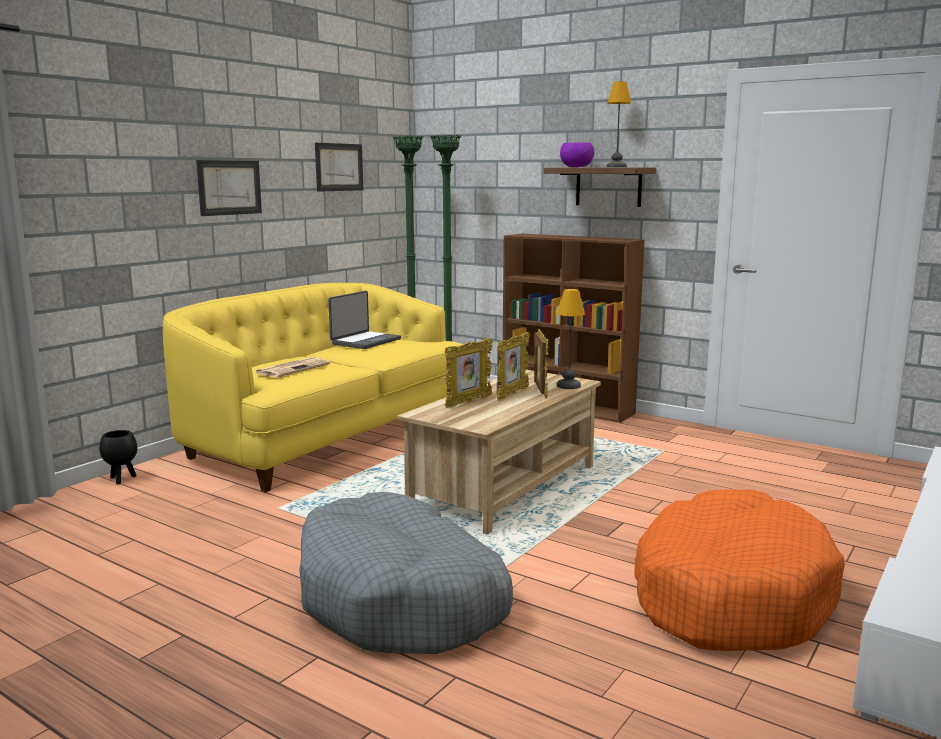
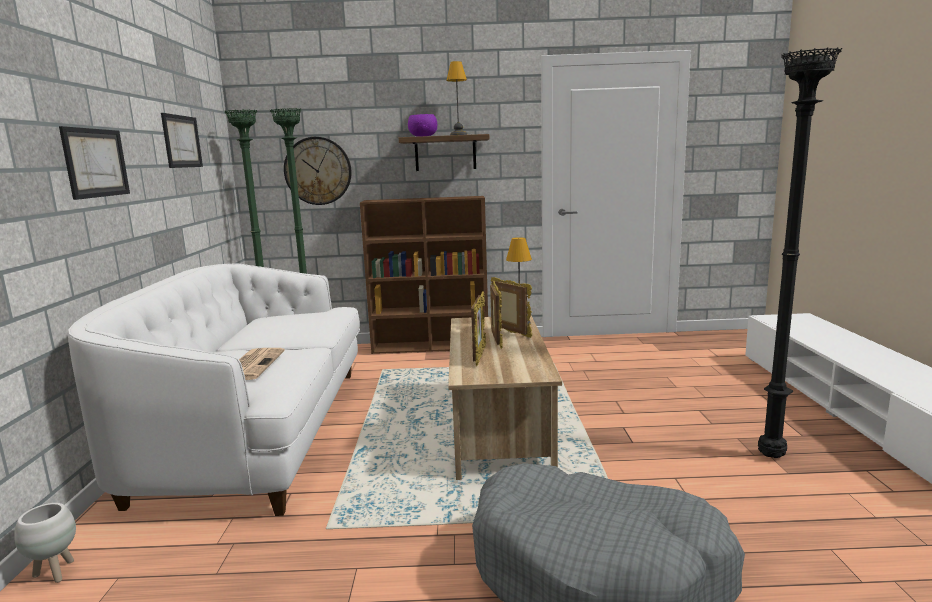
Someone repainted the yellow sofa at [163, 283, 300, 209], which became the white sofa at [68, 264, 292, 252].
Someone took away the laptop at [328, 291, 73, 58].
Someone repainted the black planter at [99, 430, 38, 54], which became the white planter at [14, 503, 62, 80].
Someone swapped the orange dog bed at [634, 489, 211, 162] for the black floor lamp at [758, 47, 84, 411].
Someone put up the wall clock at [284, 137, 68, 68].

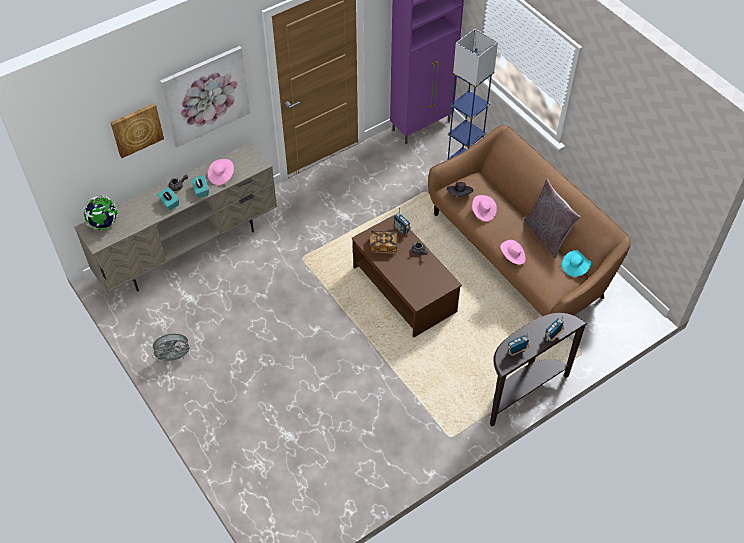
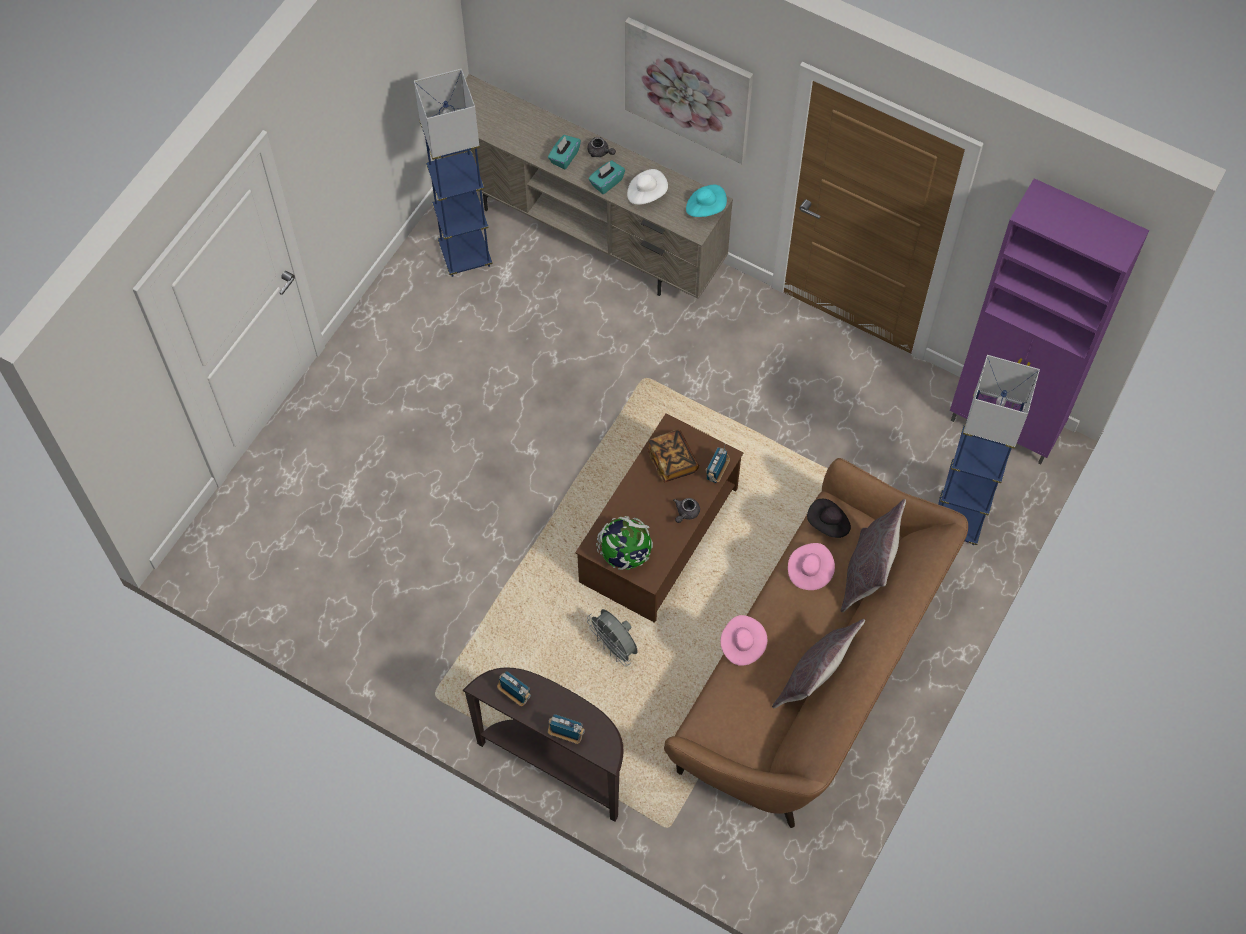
Someone took away the picture at [110, 103, 54, 55].
Someone repainted the pink hat at [208, 159, 26, 26], which became the white hat at [627, 169, 41, 36].
Someone carried the globe from [84, 195, 34, 35] to [596, 516, 57, 54].
Someone carried the turquoise hat from [562, 250, 29, 27] to [686, 185, 41, 32].
Someone carried the grey fan from [151, 334, 41, 30] to [587, 609, 51, 57].
Someone put down the blue floor lamp at [414, 69, 79, 208].
Someone put down the grey pillow at [841, 499, 65, 113].

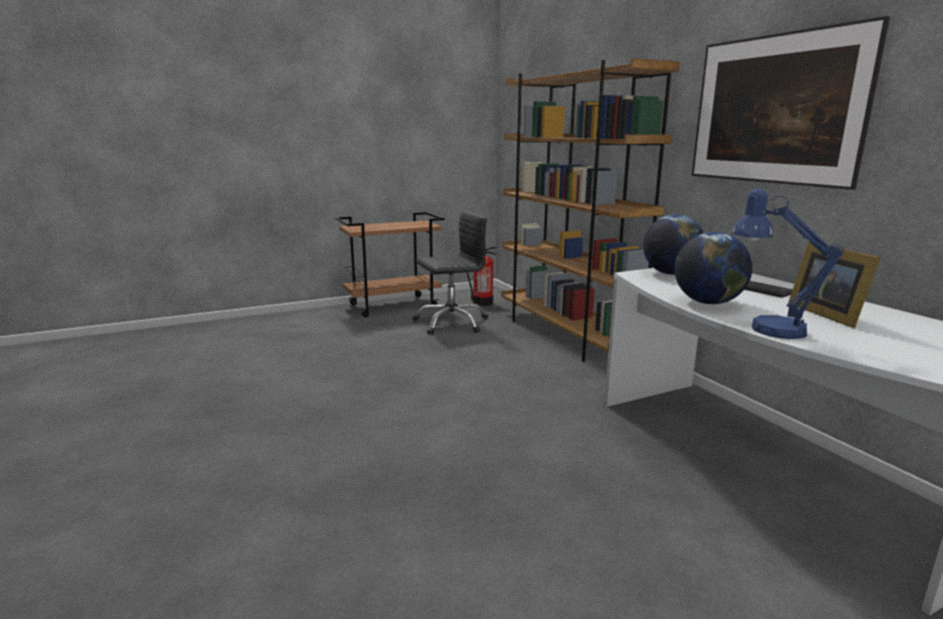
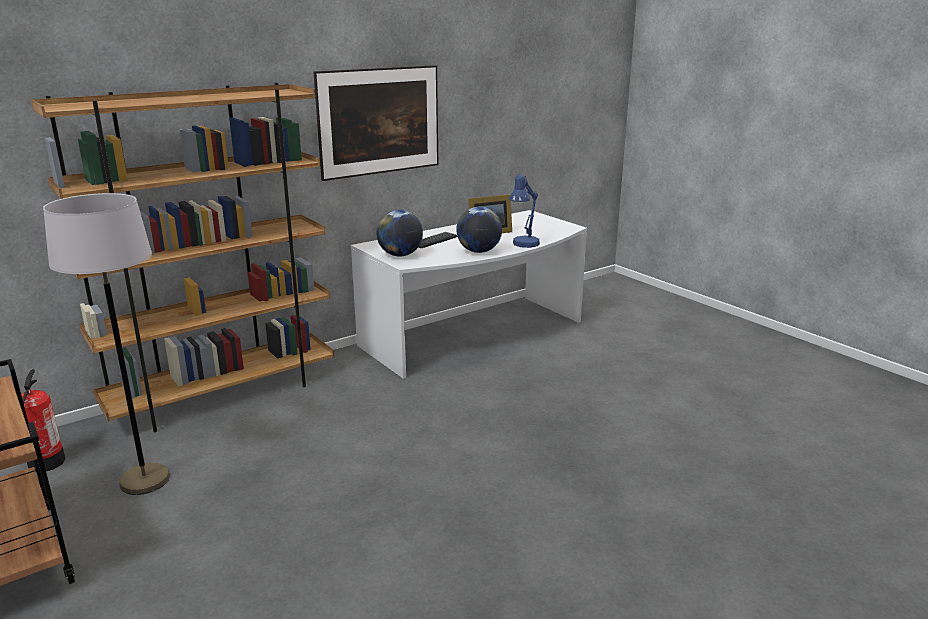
Someone swapped the black office chair at [413, 211, 75, 124] for the grey floor lamp at [43, 193, 127, 302].

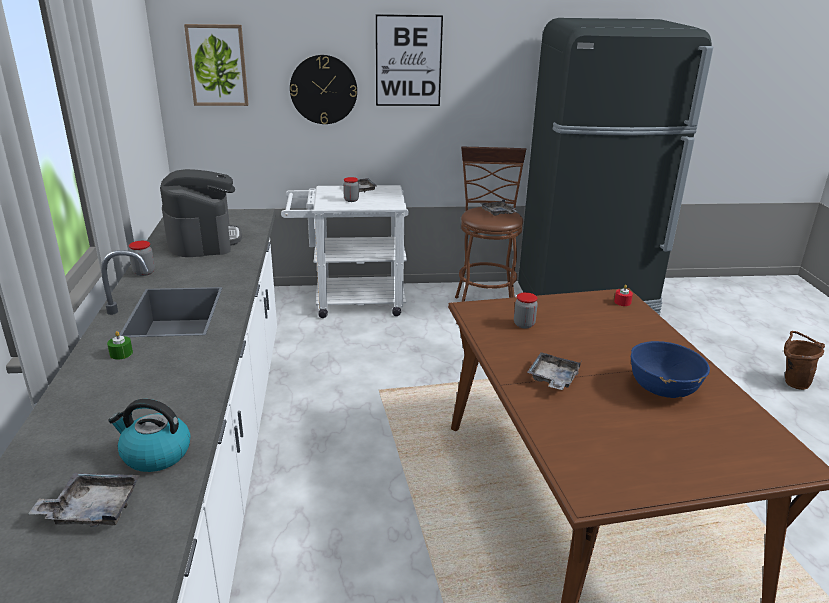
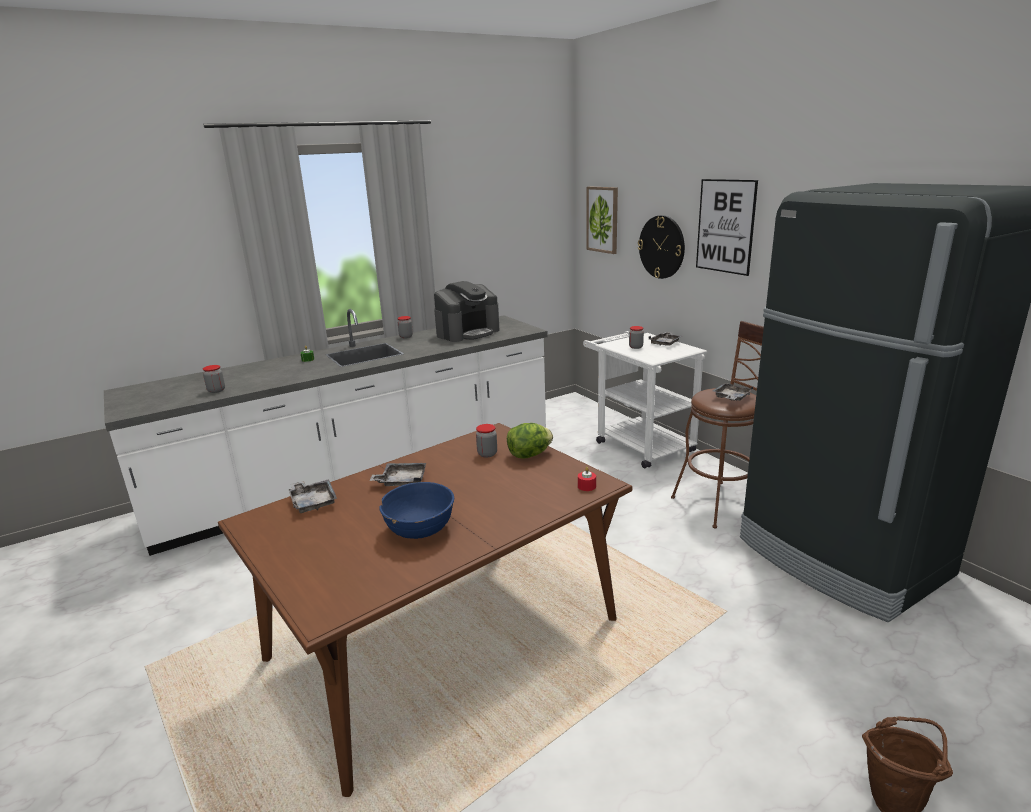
Someone swapped the kettle at [109, 399, 81, 73] for the jar at [203, 365, 22, 28].
Someone carried the grey tray from [28, 473, 112, 54] to [289, 479, 48, 34].
Someone put down the lettuce at [507, 423, 46, 36].

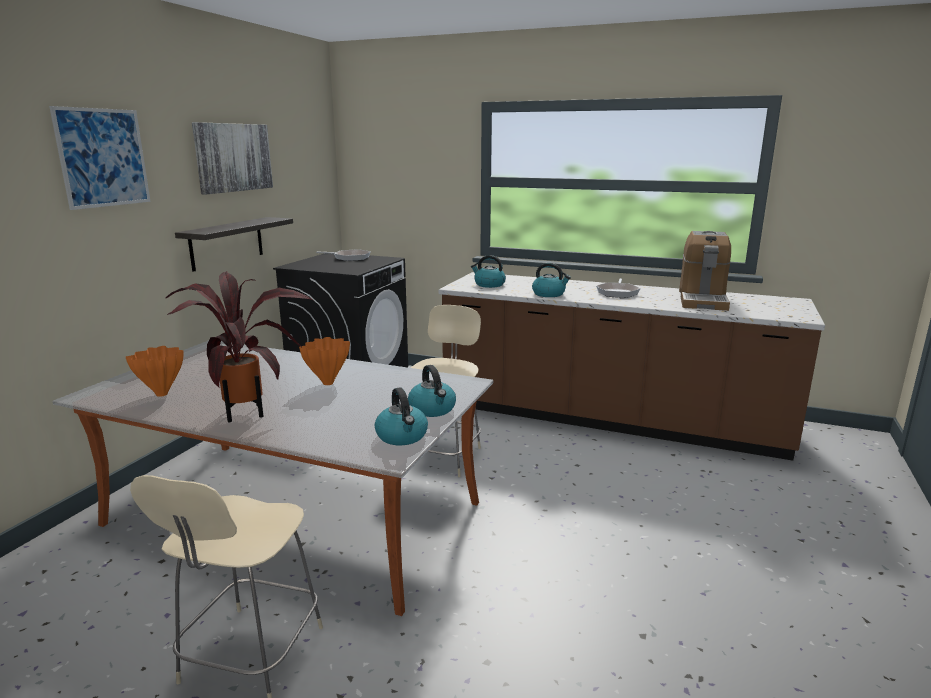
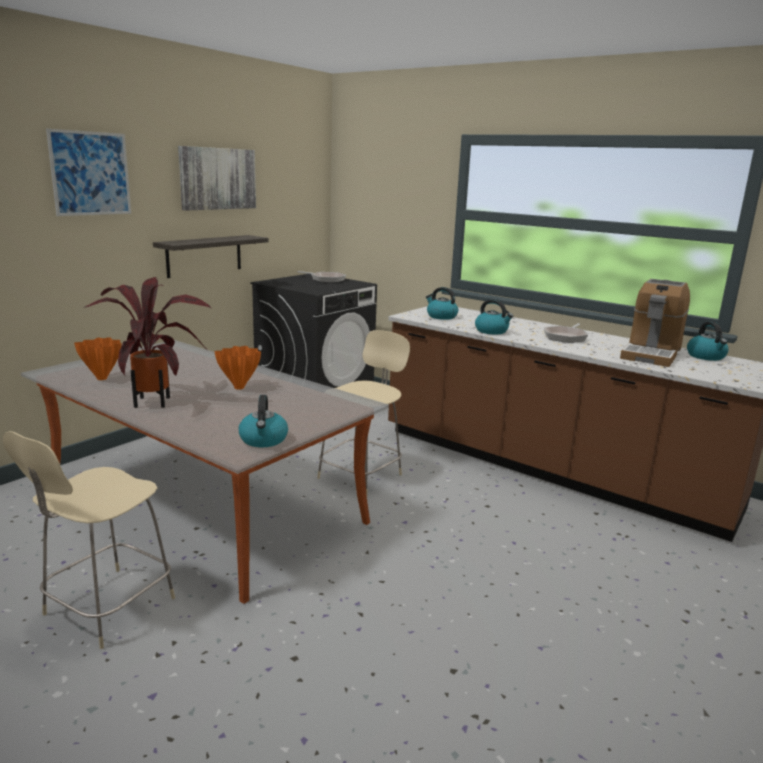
Someone carried the kettle from [408, 365, 48, 52] to [687, 321, 42, 40].

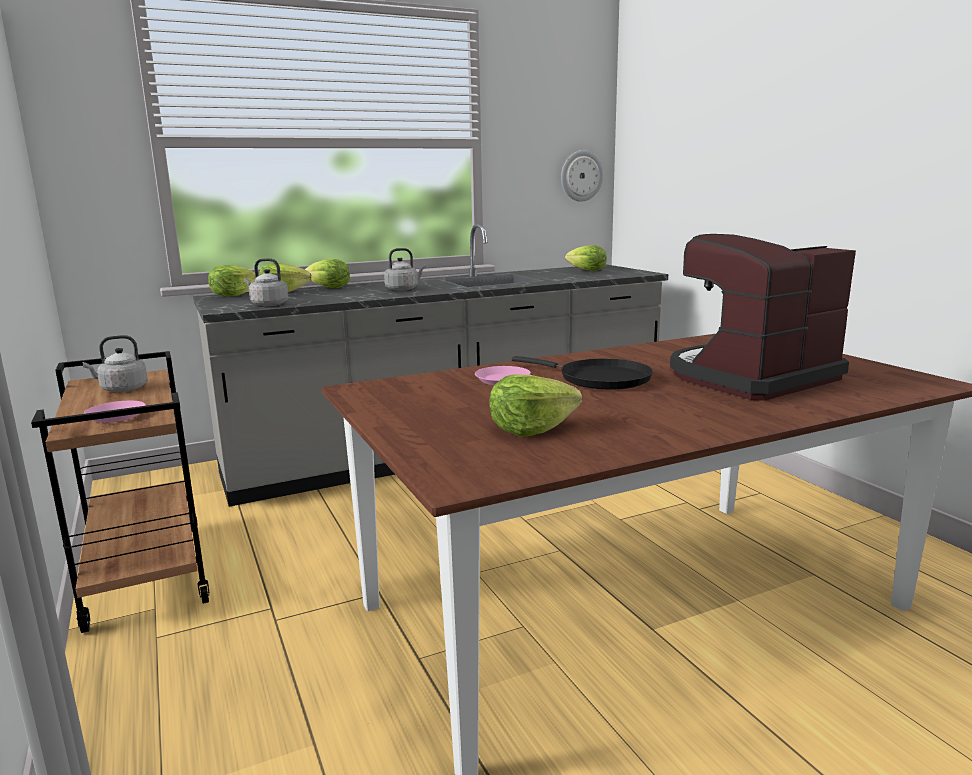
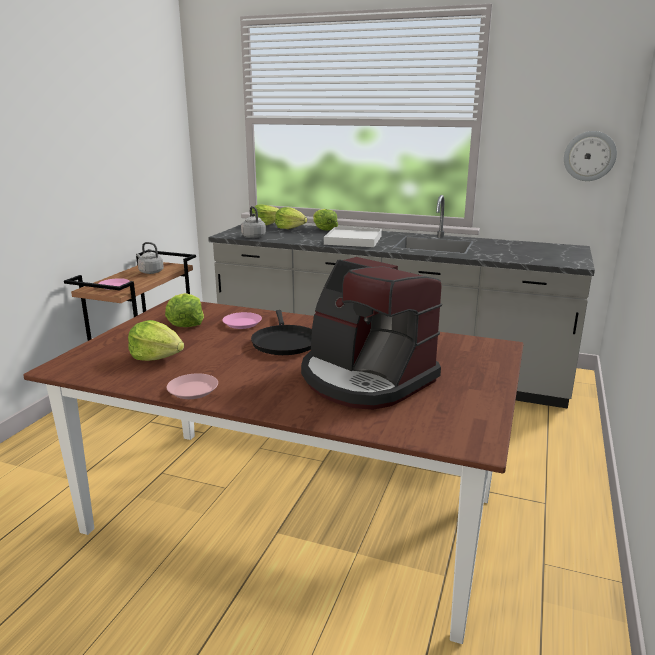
Someone rotated the coffee machine at [670, 234, 186, 167] by 150 degrees counterclockwise.
Someone carried the lettuce from [565, 245, 42, 26] to [165, 293, 39, 34].
Someone swapped the grey kettle at [384, 248, 42, 43] for the white tray at [324, 227, 58, 20].
Someone put down the pink plate at [167, 374, 51, 25].

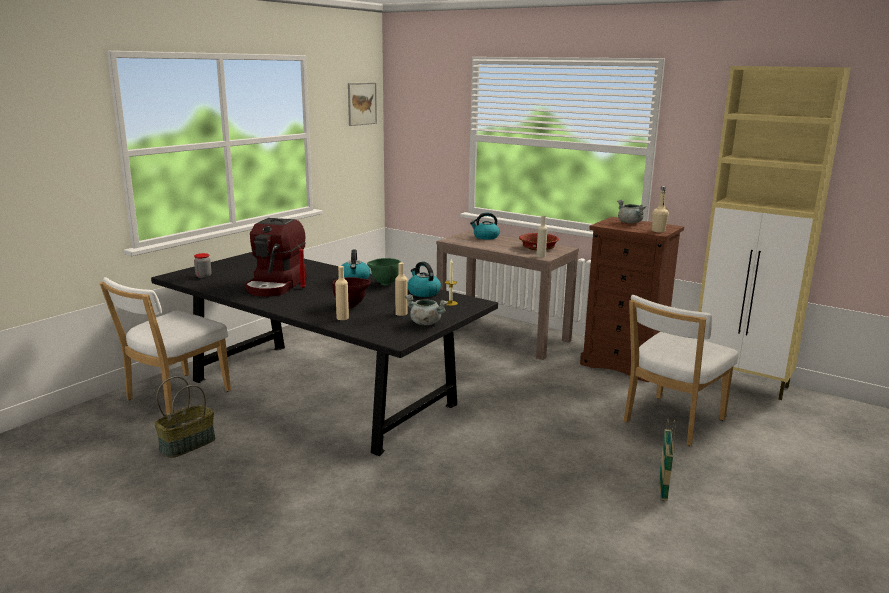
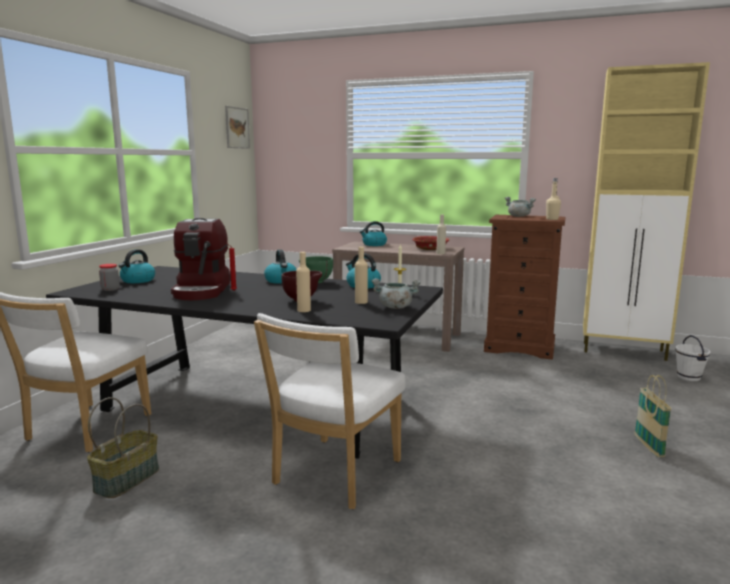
Someone carried the white chair from [624, 295, 115, 151] to [254, 313, 151, 196].
Someone put down the kettle at [119, 249, 36, 34].
Someone put down the white bucket at [675, 335, 36, 46].

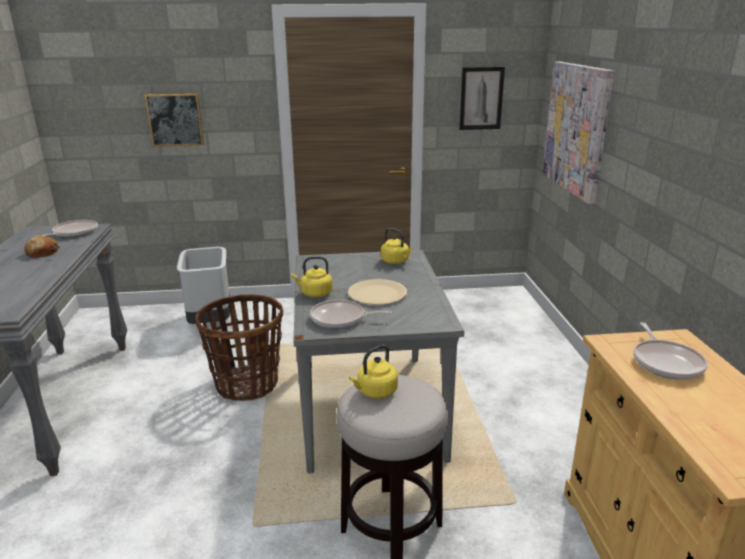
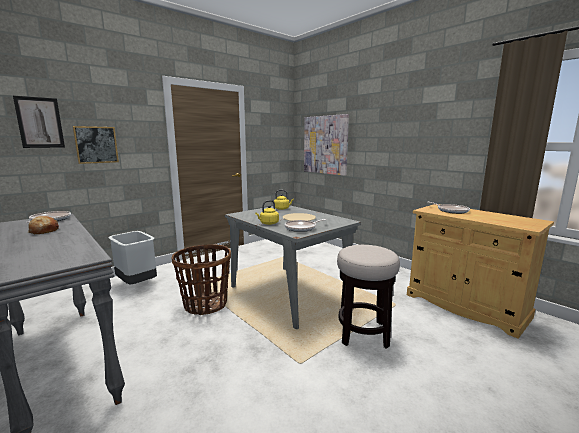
Someone carried the picture from [459, 67, 46, 63] to [13, 96, 52, 52].
Someone took away the yellow kettle at [349, 345, 49, 54].

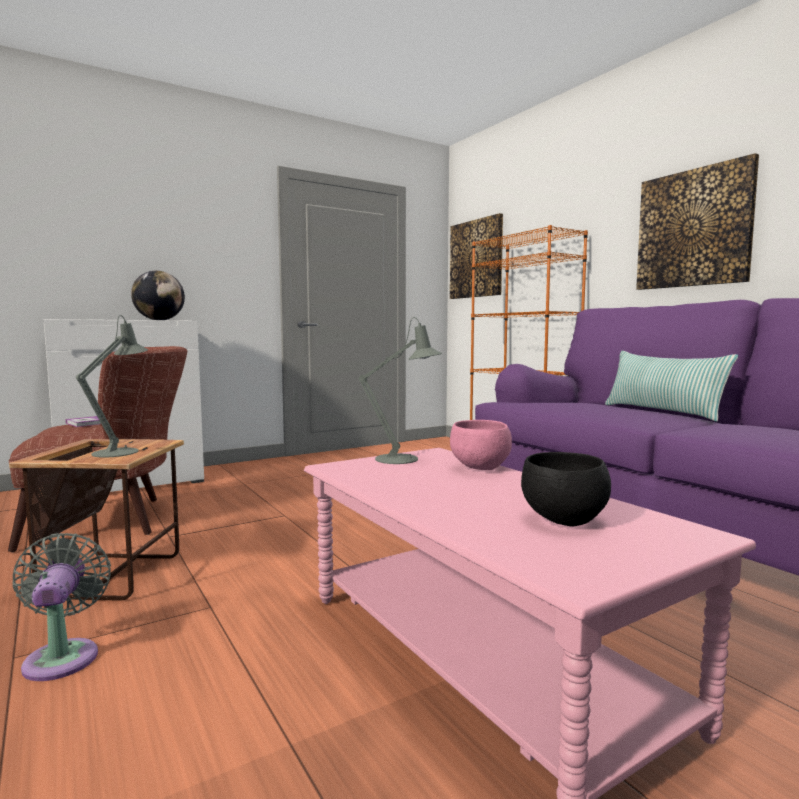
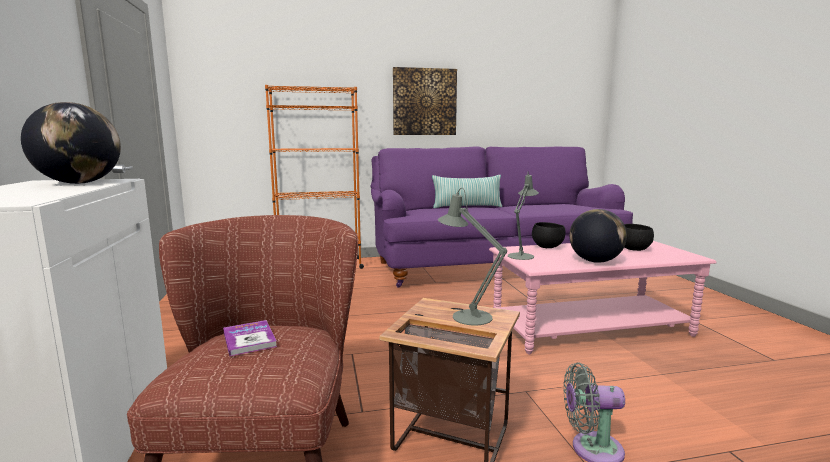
Someone took away the picture at [450, 213, 53, 86].
Someone repainted the pink bowl at [450, 420, 62, 50], which became the black bowl at [532, 222, 33, 26].
Someone put down the globe at [569, 209, 58, 54].

